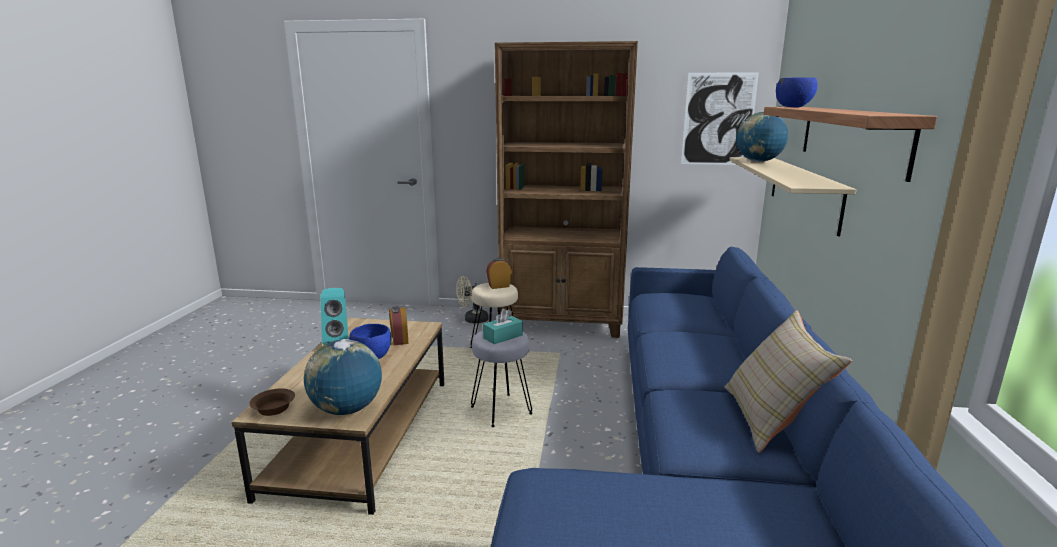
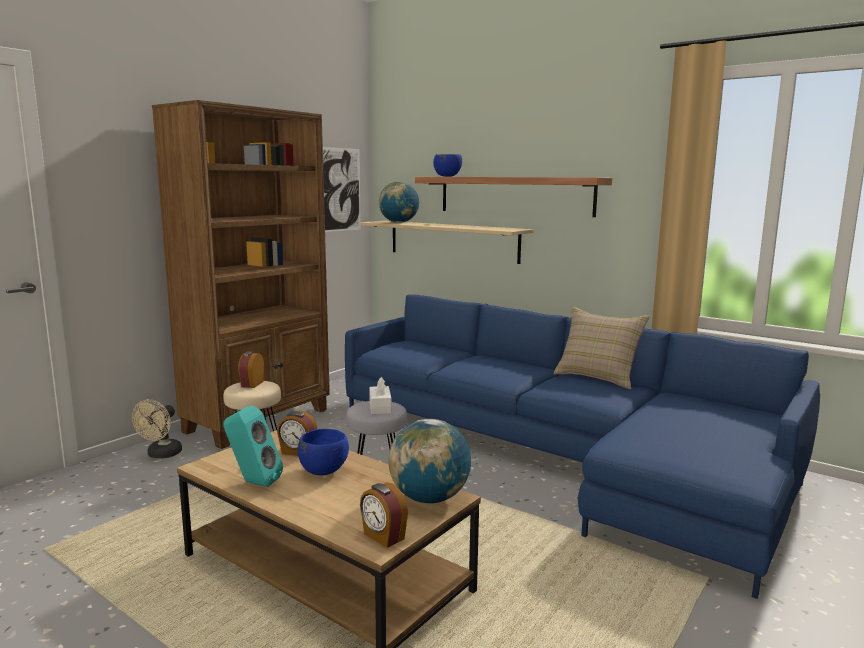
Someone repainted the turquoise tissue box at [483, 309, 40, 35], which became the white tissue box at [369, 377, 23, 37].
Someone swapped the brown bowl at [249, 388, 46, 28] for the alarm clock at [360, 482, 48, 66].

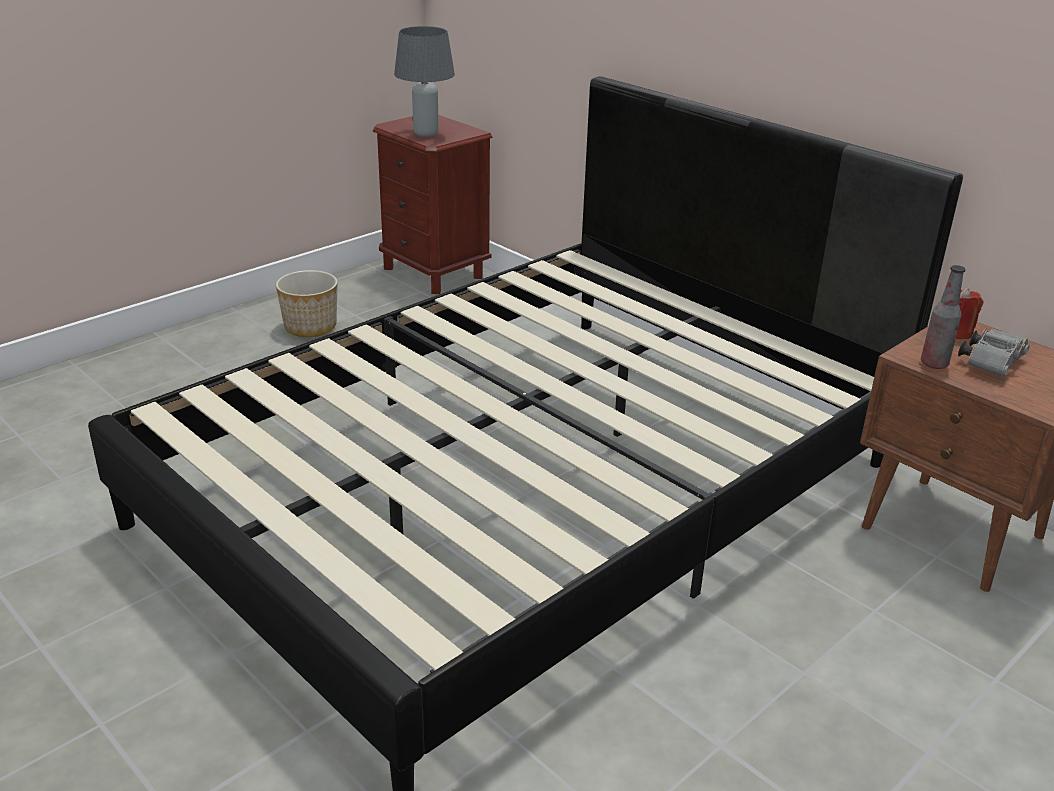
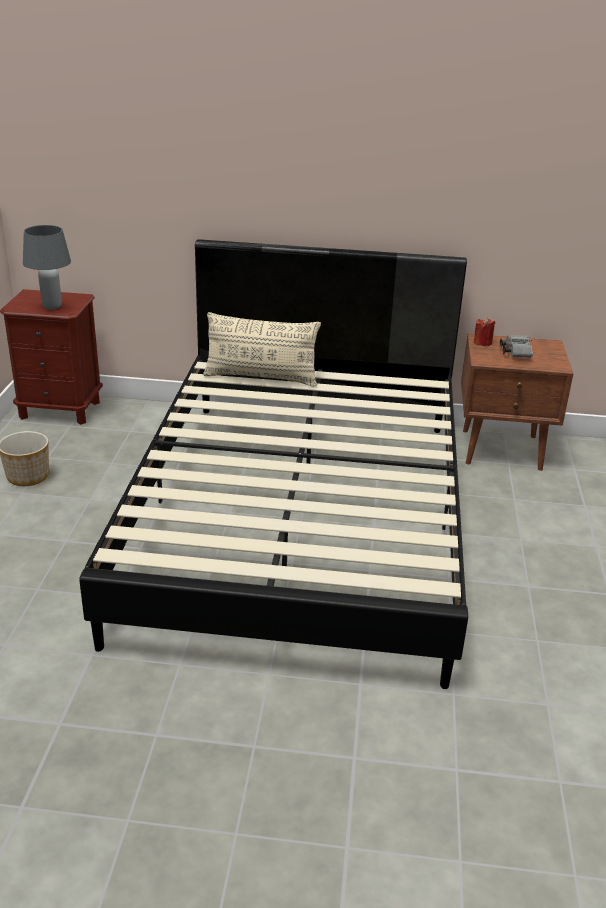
Someone took away the bottle at [921, 265, 45, 104].
Someone put down the beige pillow at [203, 312, 118, 74].

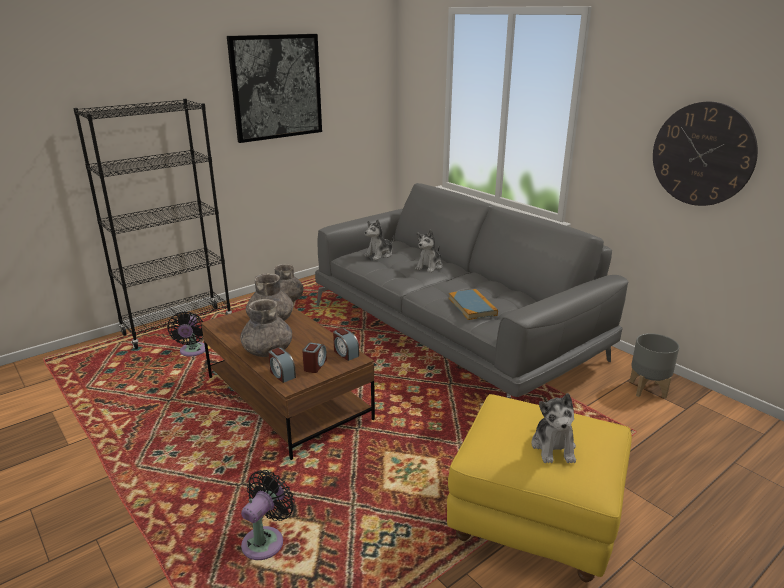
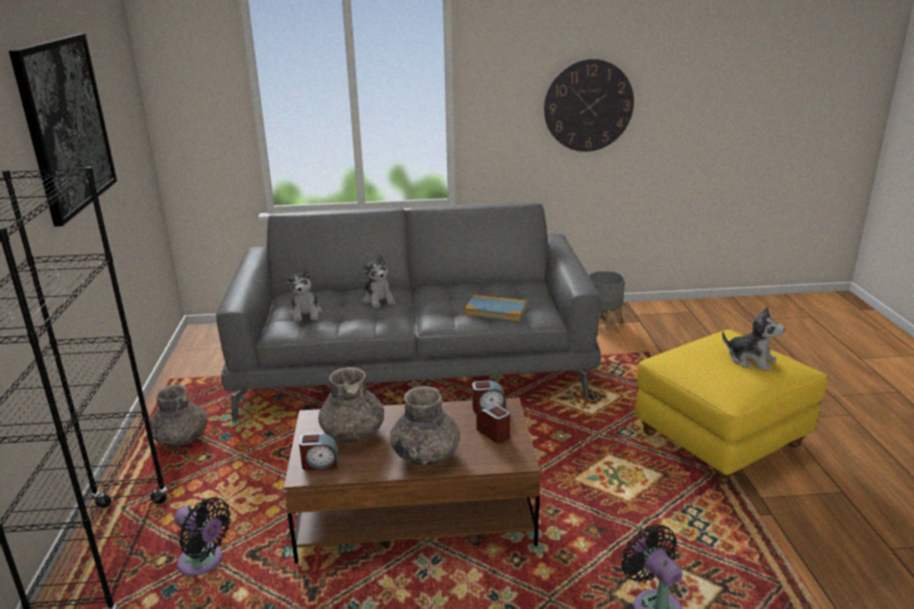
Someone carried the alarm clock from [269, 347, 27, 36] to [299, 433, 39, 37].

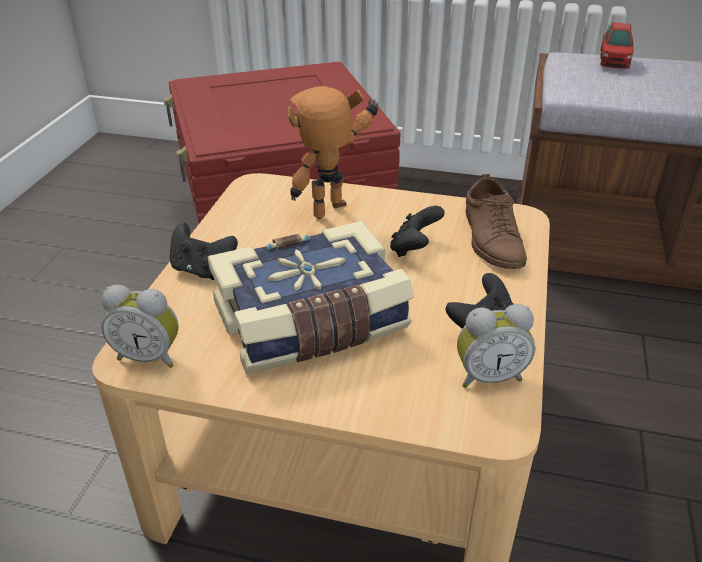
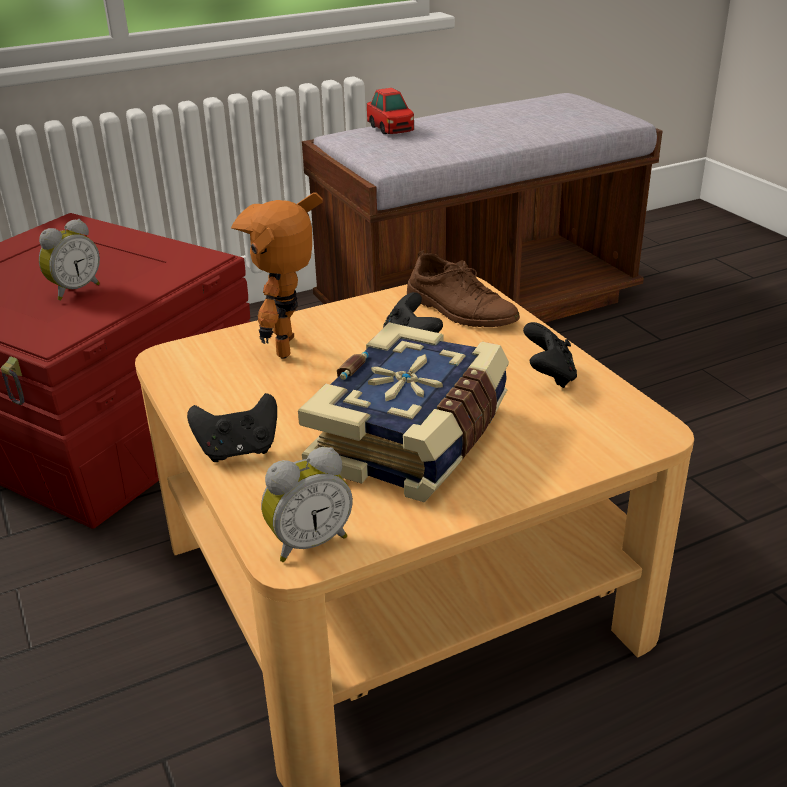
Someone carried the alarm clock from [457, 304, 78, 84] to [39, 219, 61, 81].

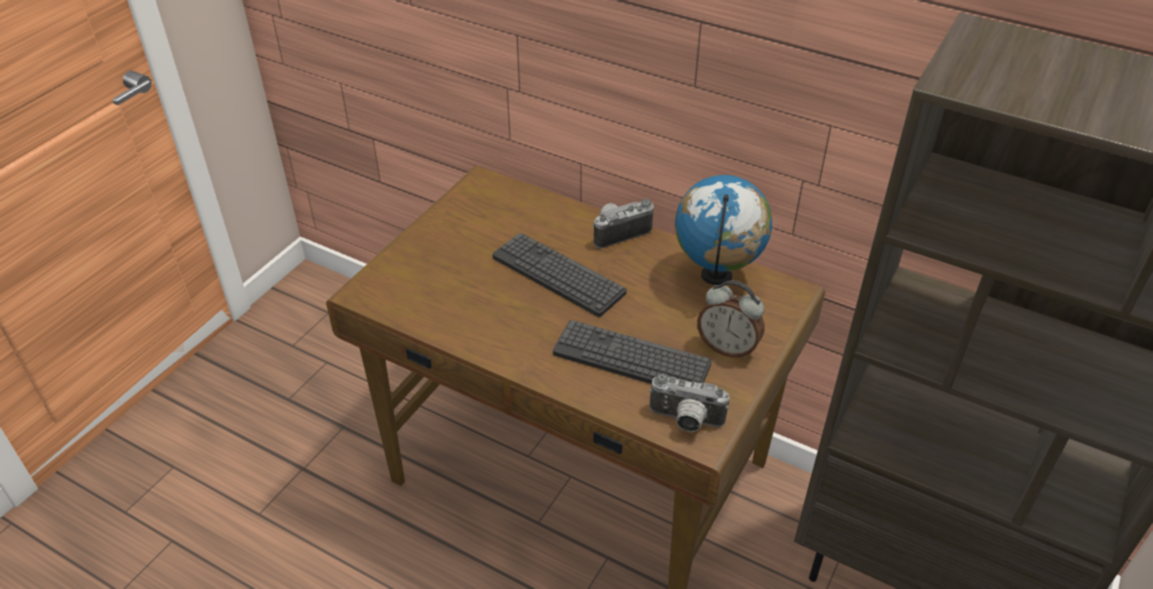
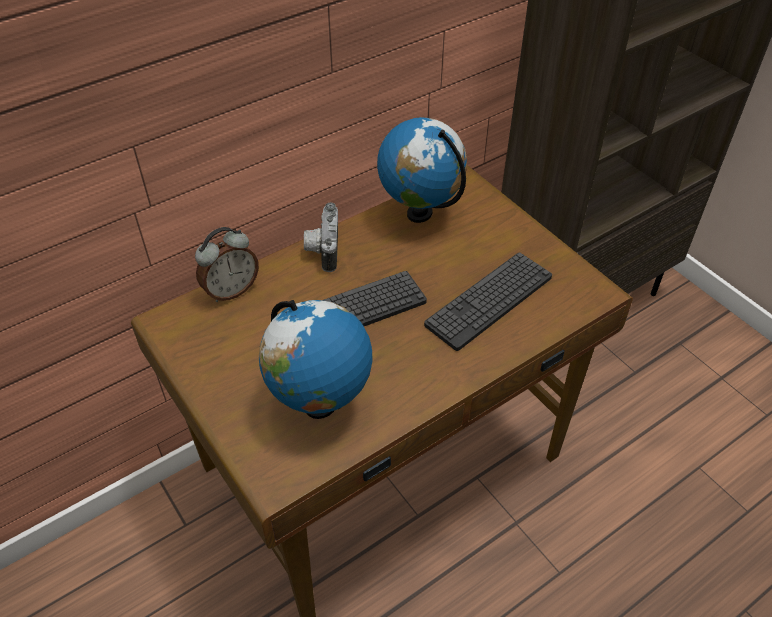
Someone carried the alarm clock from [697, 280, 68, 78] to [195, 227, 64, 75].
Someone took away the photo camera at [649, 373, 80, 59].
Someone put down the globe at [259, 300, 114, 119].

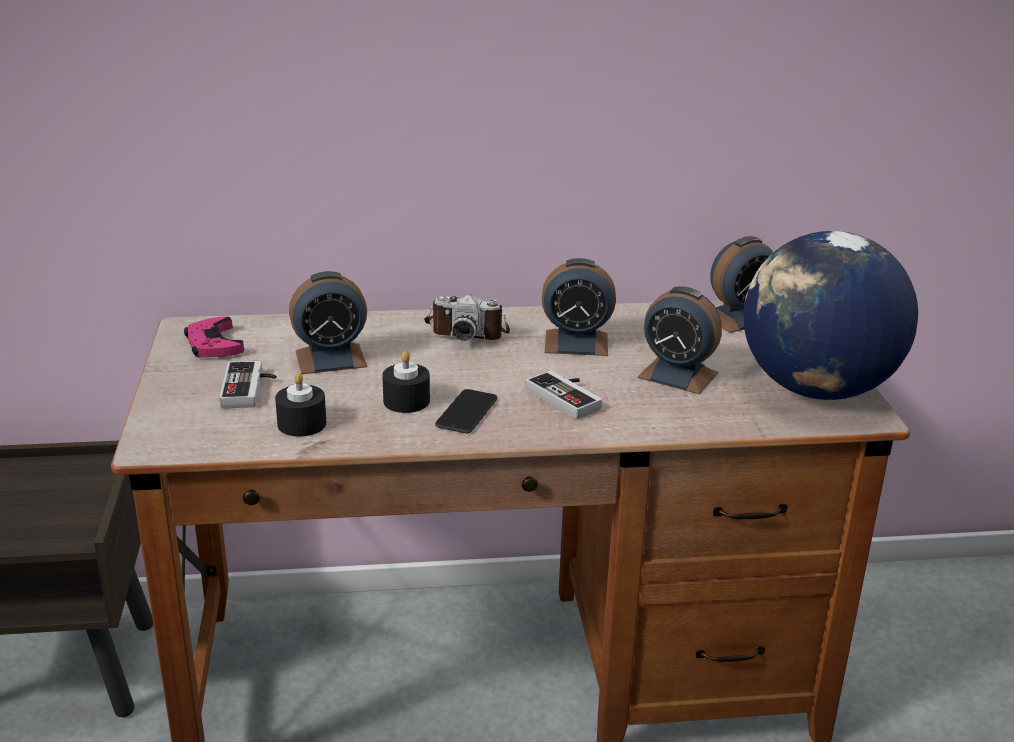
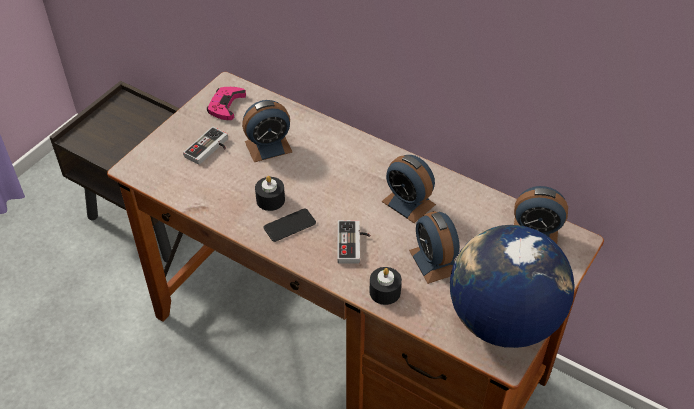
Someone rotated the alarm clock at [289, 271, 78, 103] by 45 degrees counterclockwise.
Someone took away the photo camera at [424, 294, 86, 47].
Someone carried the black candle from [275, 372, 51, 64] to [369, 267, 33, 38].

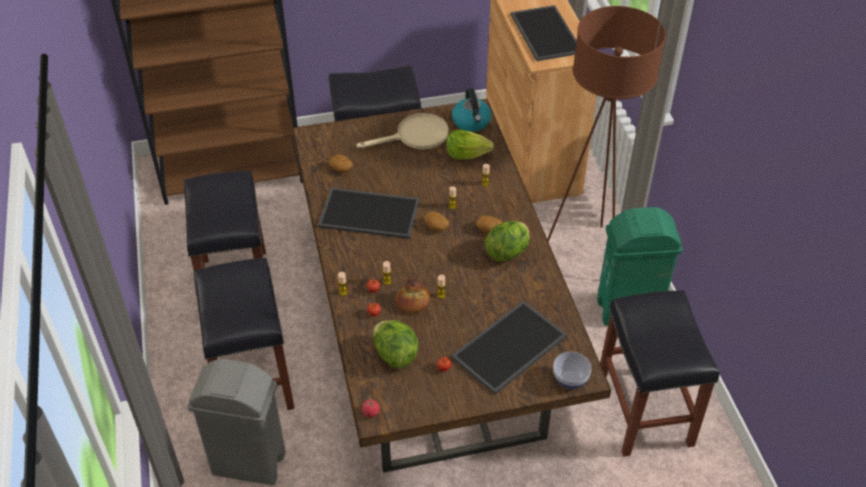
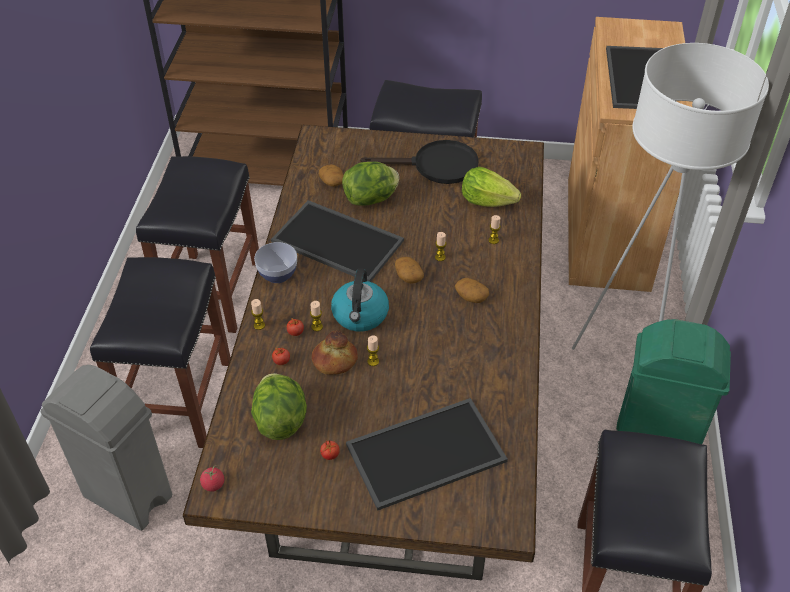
Someone repainted the brown floor lamp at [547, 6, 119, 236], which became the white floor lamp at [572, 43, 197, 307].
Someone carried the kettle from [452, 88, 39, 44] to [331, 268, 58, 64].
Someone repainted the beige frying pan at [356, 113, 93, 37], which became the black frying pan at [360, 140, 119, 44].
Someone carried the lettuce from [484, 221, 46, 41] to [342, 162, 57, 44].
Someone carried the bowl from [553, 352, 39, 37] to [254, 242, 43, 41].

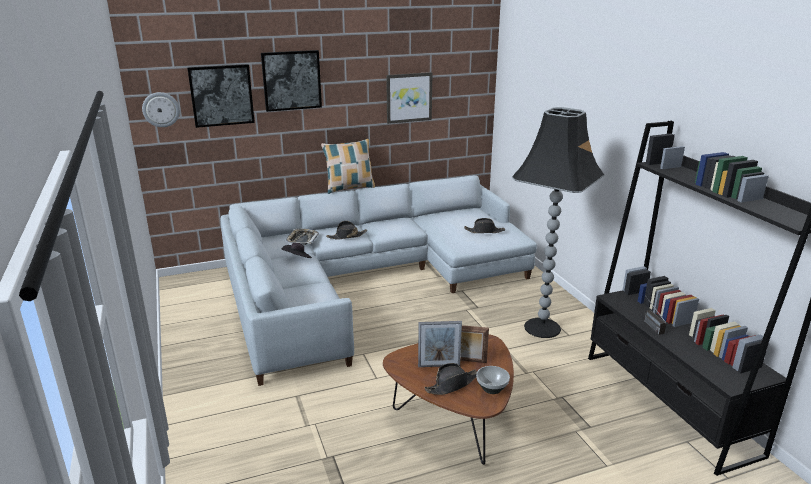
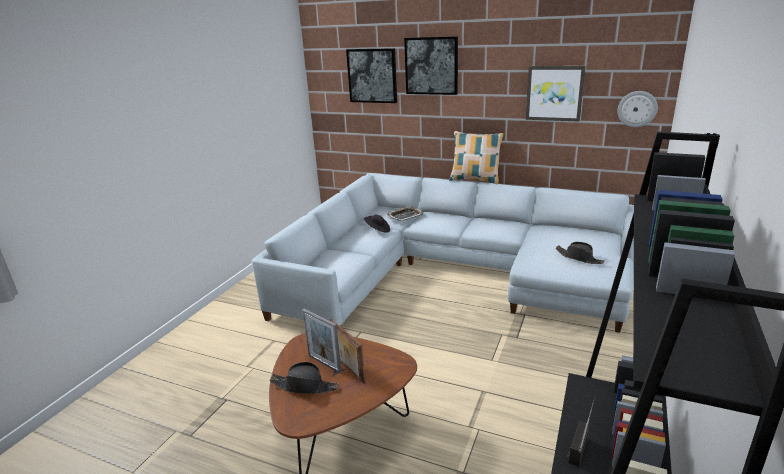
Someone carried the wall clock from [142, 92, 38, 35] to [618, 91, 40, 36].
Someone took away the black floor lamp at [512, 107, 92, 231].
Someone took away the black hat at [326, 221, 42, 19].
Someone took away the bowl at [476, 366, 34, 28].

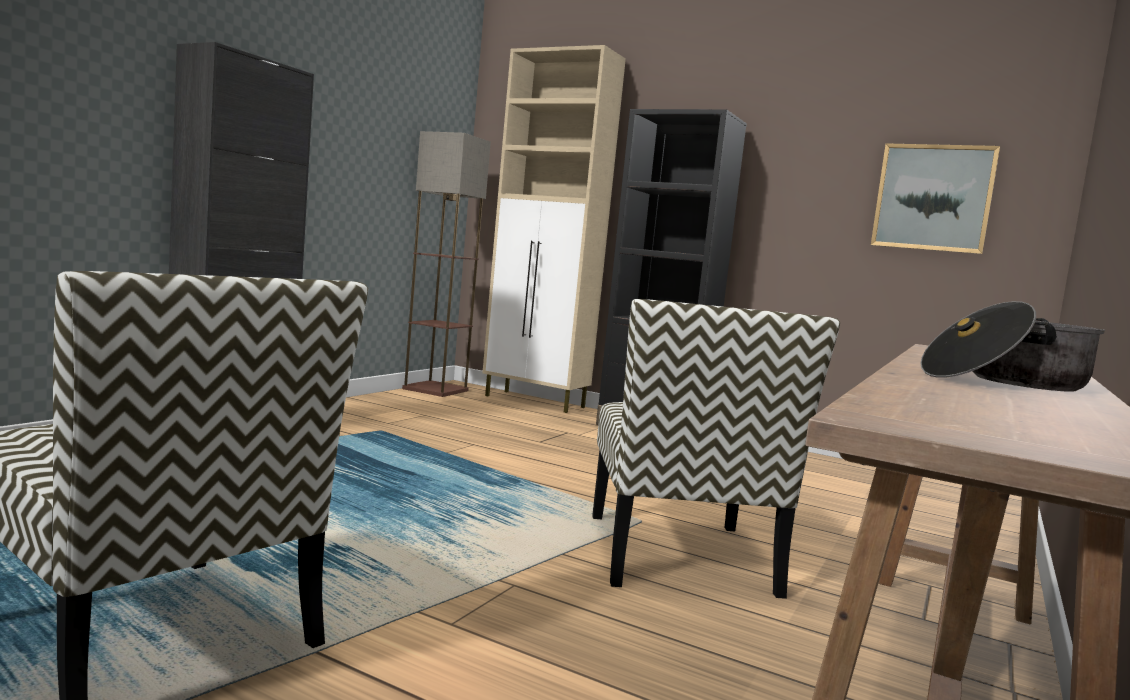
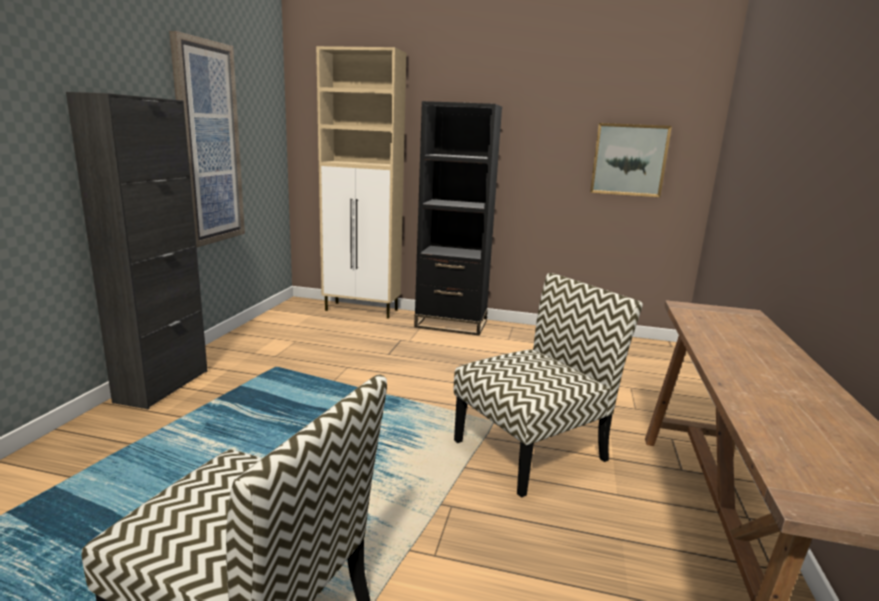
Someone took away the floor lamp at [402, 131, 89, 266].
Someone rotated the chair at [592, 299, 248, 300] by 105 degrees counterclockwise.
Someone took away the cooking pot at [920, 301, 185, 91].
Someone put up the picture at [169, 31, 76, 216].

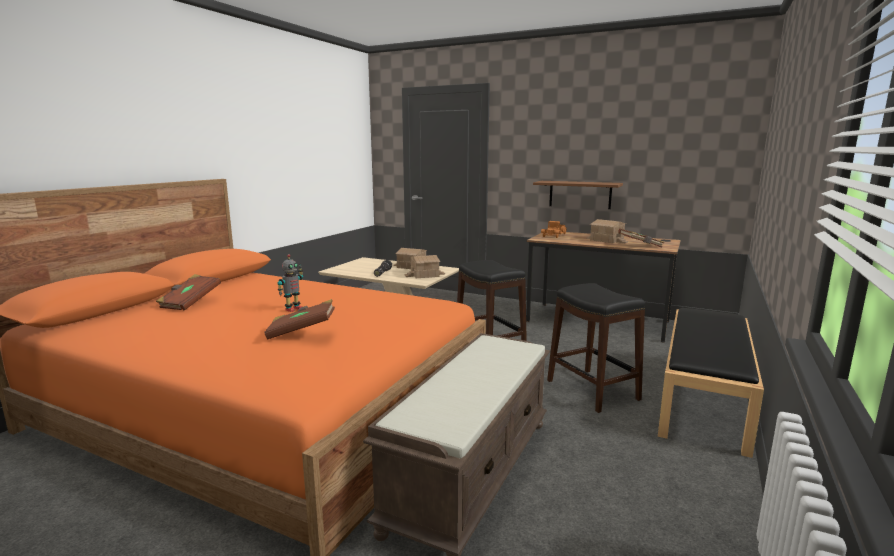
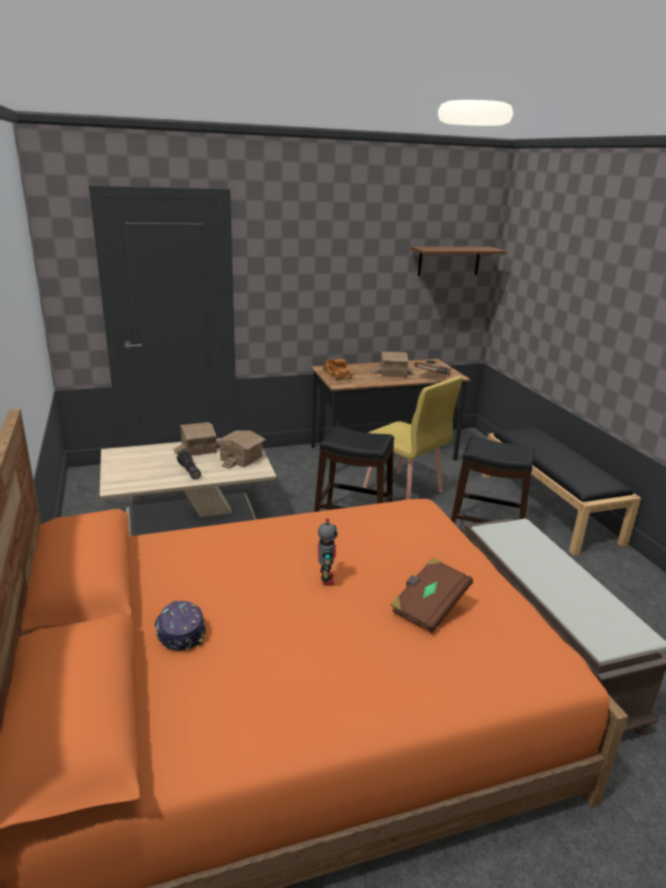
Someone carried the brown shelf from [533, 181, 90, 28] to [410, 246, 97, 30].
Someone swapped the brown book at [156, 274, 65, 37] for the cap at [154, 601, 52, 50].
Someone put down the yellow chair at [363, 377, 99, 123].

